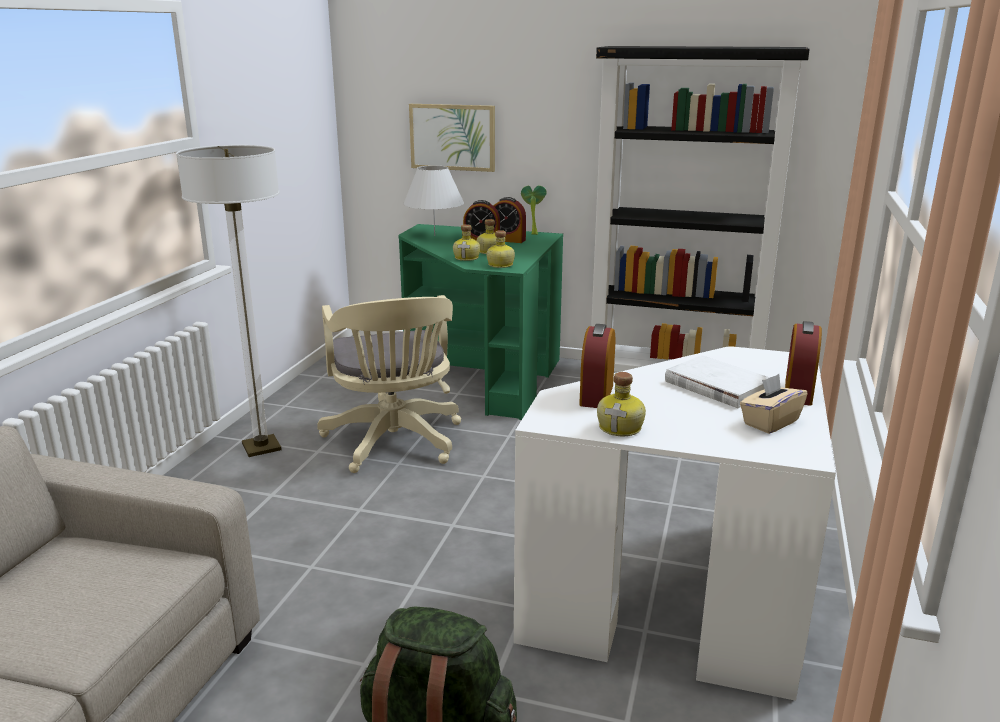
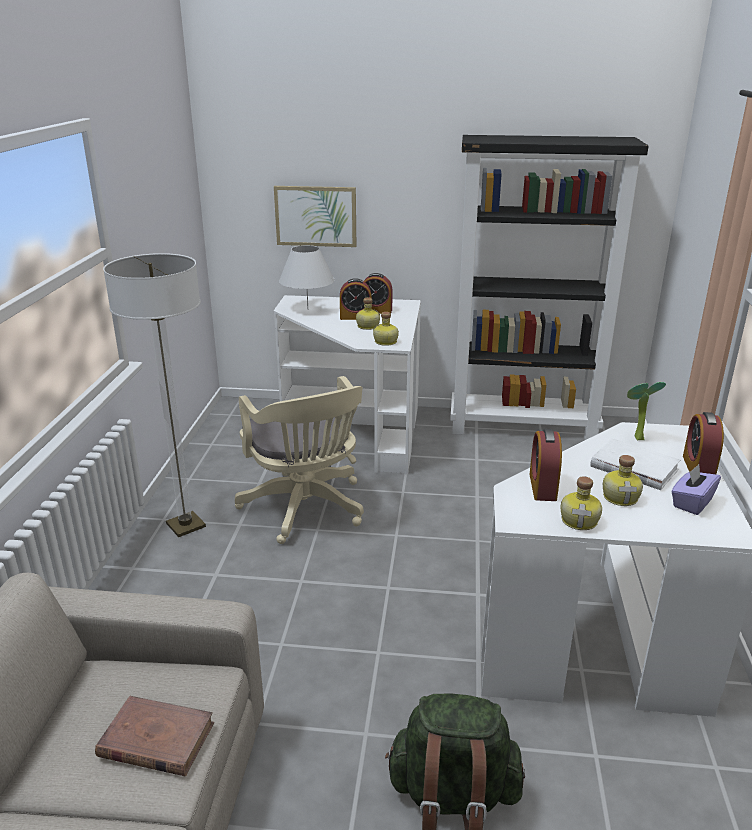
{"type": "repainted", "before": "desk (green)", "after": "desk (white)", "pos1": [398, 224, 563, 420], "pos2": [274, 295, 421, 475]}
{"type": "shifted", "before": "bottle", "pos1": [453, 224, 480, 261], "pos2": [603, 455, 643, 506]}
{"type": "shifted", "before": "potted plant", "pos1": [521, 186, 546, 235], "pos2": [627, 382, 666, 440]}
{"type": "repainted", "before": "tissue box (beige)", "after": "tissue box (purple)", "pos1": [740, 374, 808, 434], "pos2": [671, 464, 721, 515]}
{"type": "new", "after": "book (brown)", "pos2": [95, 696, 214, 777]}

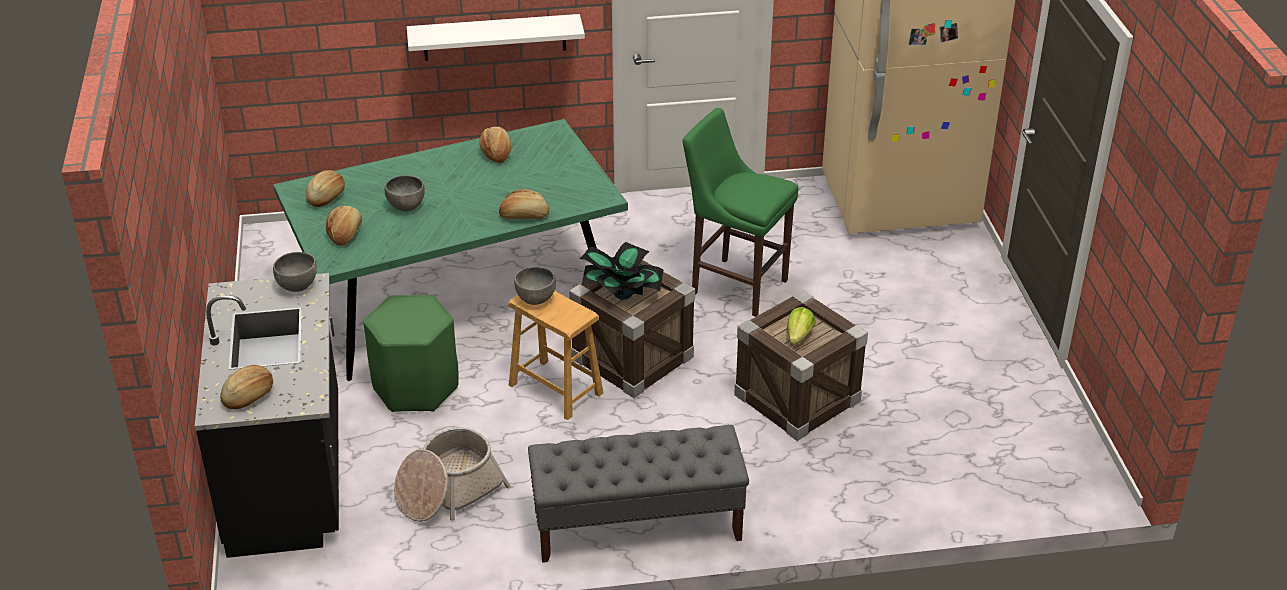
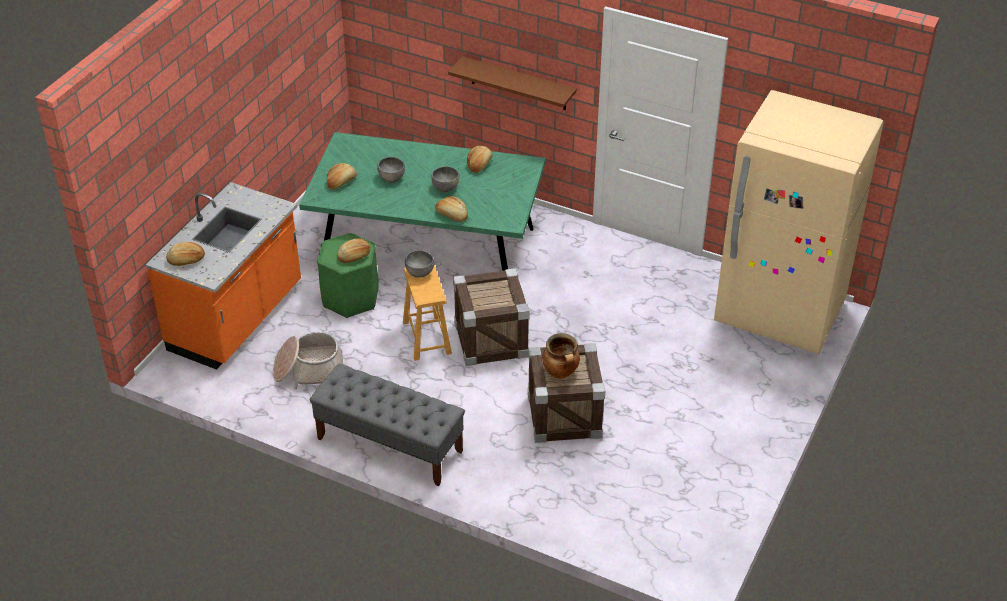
{"type": "repainted", "before": "counter (black)", "after": "counter (orange)", "pos1": [195, 273, 339, 558], "pos2": [146, 182, 301, 370]}
{"type": "shifted", "before": "bowl (grey)", "pos1": [273, 252, 317, 292], "pos2": [431, 166, 460, 192]}
{"type": "shifted", "before": "bread", "pos1": [306, 170, 345, 207], "pos2": [337, 238, 371, 263]}
{"type": "repainted", "before": "shelf (white)", "after": "shelf (brown)", "pos1": [407, 14, 585, 61], "pos2": [448, 56, 577, 110]}
{"type": "gone", "before": "potted plant", "pos1": [580, 242, 663, 300]}
{"type": "gone", "before": "stool (green)", "pos1": [683, 108, 799, 317]}
{"type": "swapped", "before": "lettuce", "after": "cooking pot", "pos1": [787, 307, 816, 345], "pos2": [542, 333, 580, 379]}

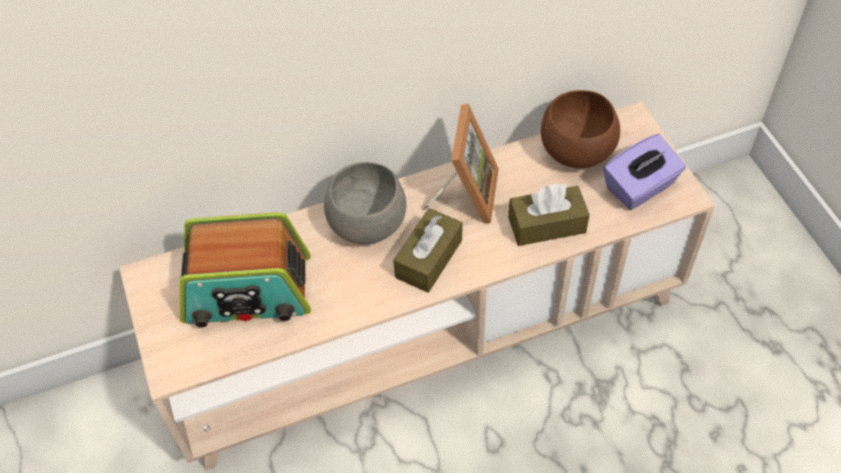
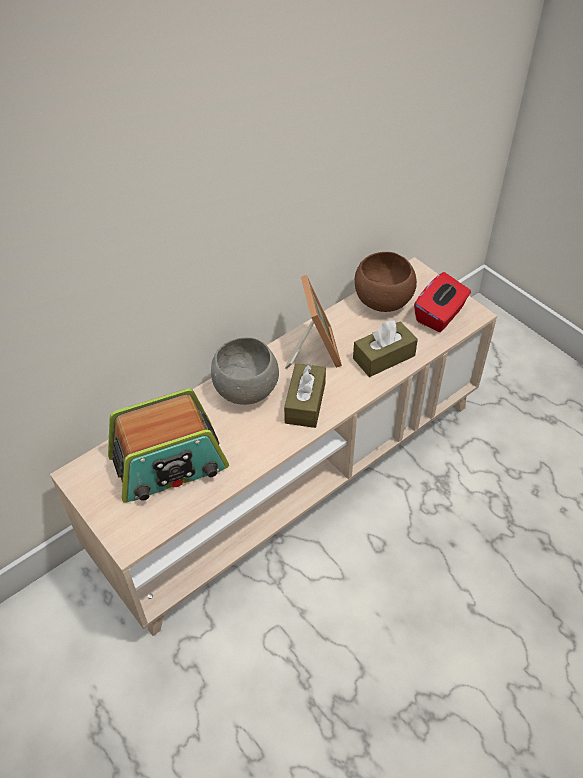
{"type": "repainted", "before": "tissue box (purple)", "after": "tissue box (red)", "pos1": [604, 134, 686, 210], "pos2": [414, 272, 471, 332]}

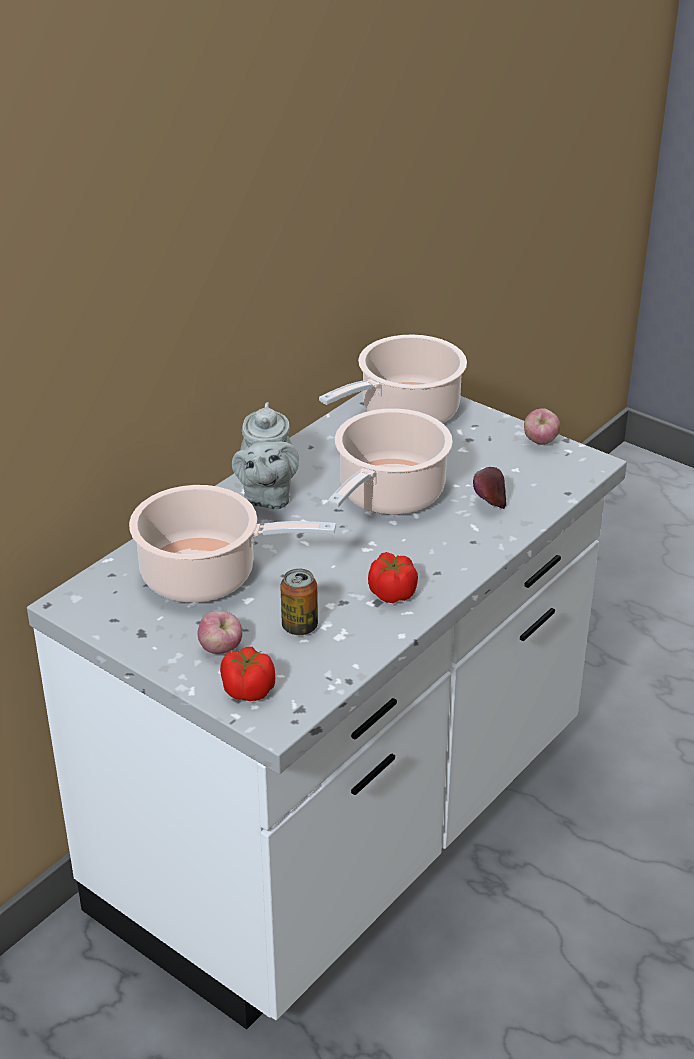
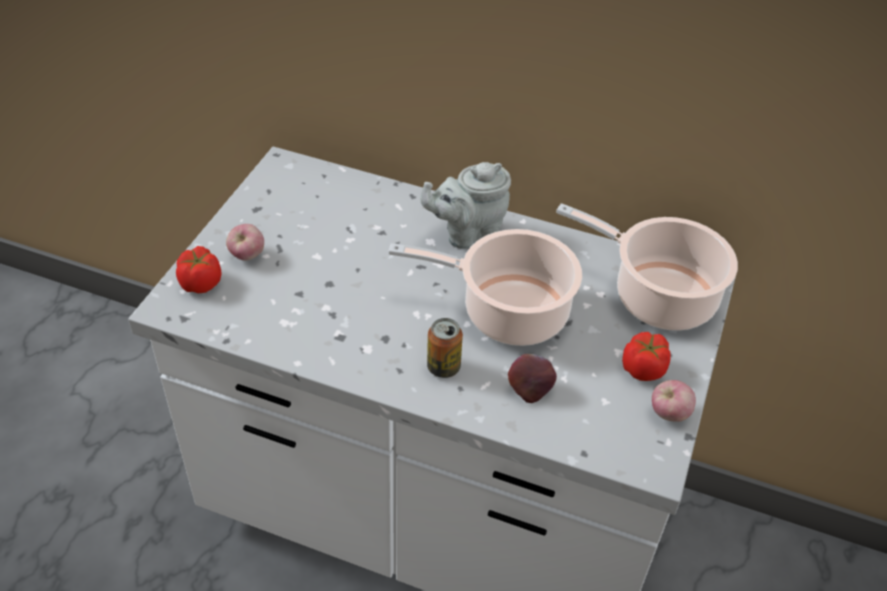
{"type": "gone", "before": "cooking pot", "pos1": [129, 485, 336, 603]}
{"type": "shifted", "before": "can", "pos1": [280, 568, 318, 635], "pos2": [427, 318, 463, 378]}
{"type": "shifted", "before": "tomato", "pos1": [368, 552, 418, 603], "pos2": [622, 332, 671, 381]}

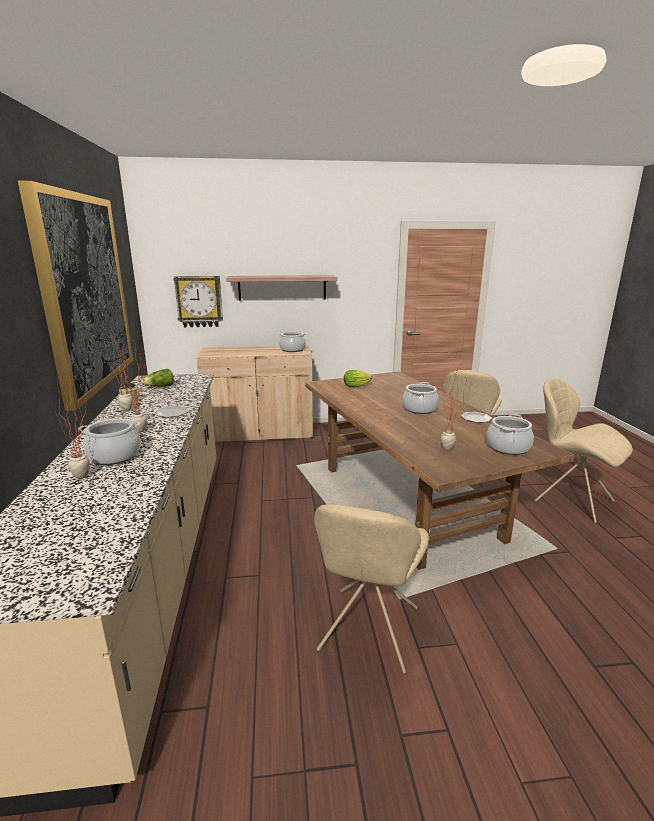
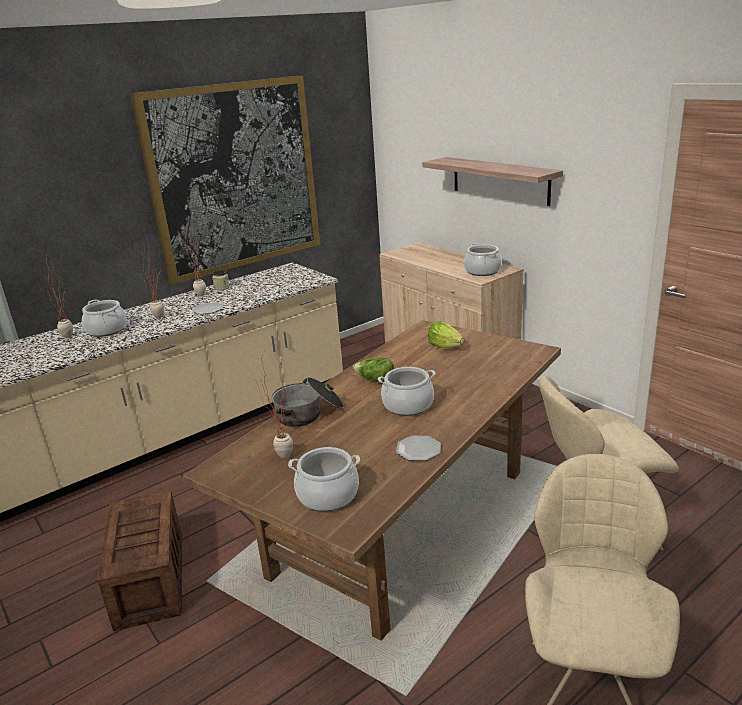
{"type": "shifted", "before": "lettuce", "pos1": [141, 369, 174, 387], "pos2": [353, 358, 394, 382]}
{"type": "gone", "before": "wall clock", "pos1": [173, 276, 223, 328]}
{"type": "swapped", "before": "chair (beige)", "after": "crate", "pos1": [314, 504, 429, 673], "pos2": [97, 490, 182, 631]}
{"type": "new", "after": "cooking pot", "pos2": [271, 377, 344, 427]}

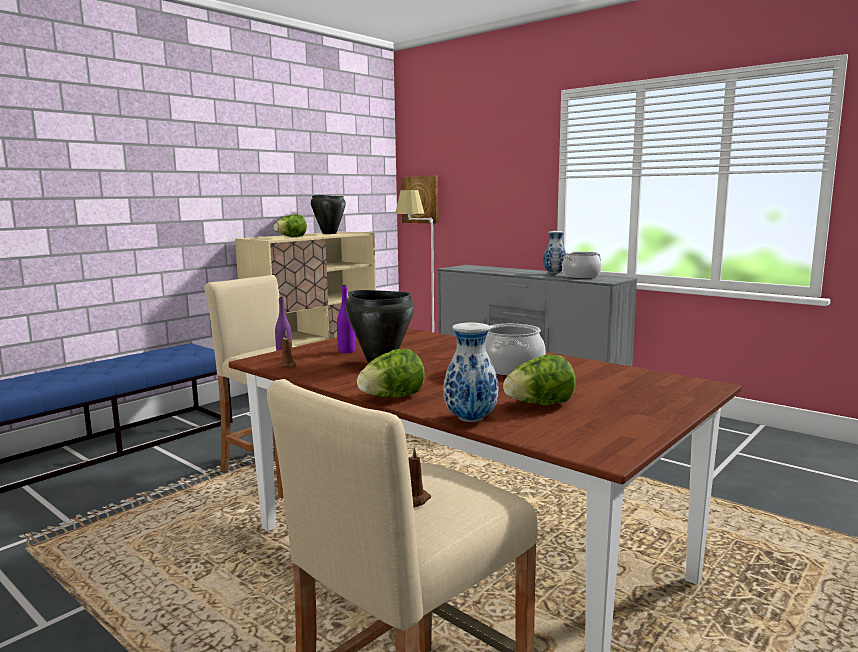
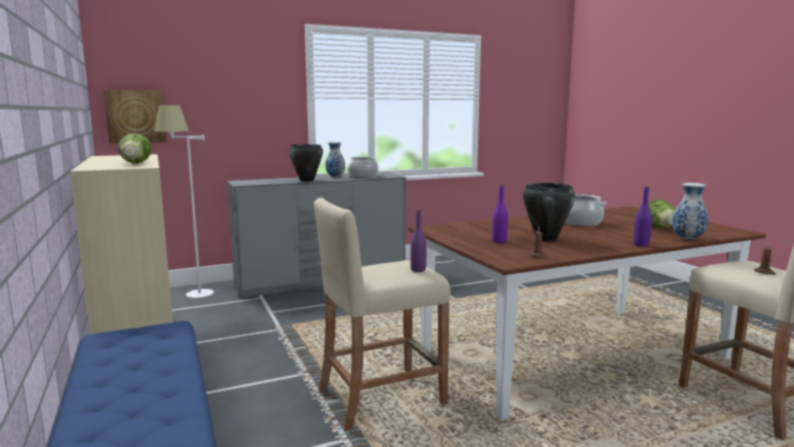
{"type": "shifted", "before": "cooking pot (black)", "pos1": [311, 195, 346, 234], "pos2": [289, 144, 323, 182]}
{"type": "swapped", "before": "lettuce", "after": "bottle (purple)", "pos1": [357, 349, 425, 398], "pos2": [633, 187, 652, 247]}

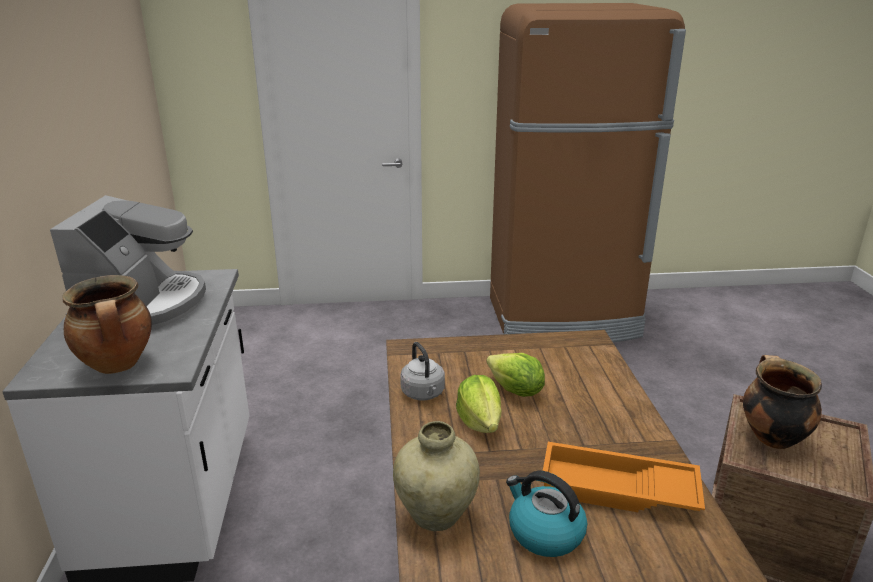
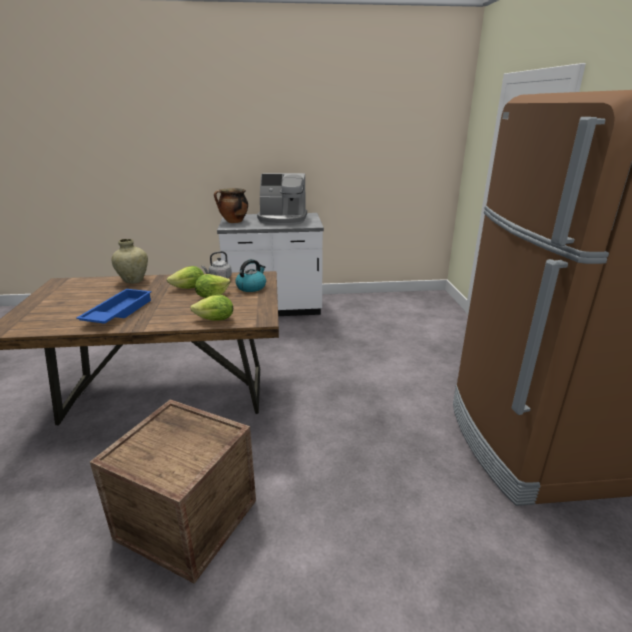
{"type": "shifted", "before": "kettle", "pos1": [506, 471, 587, 557], "pos2": [235, 259, 266, 292]}
{"type": "repainted", "before": "tray (orange)", "after": "tray (blue)", "pos1": [543, 442, 705, 512], "pos2": [76, 289, 152, 324]}
{"type": "gone", "before": "cooking pot", "pos1": [743, 355, 822, 449]}
{"type": "new", "after": "lettuce", "pos2": [190, 295, 233, 321]}

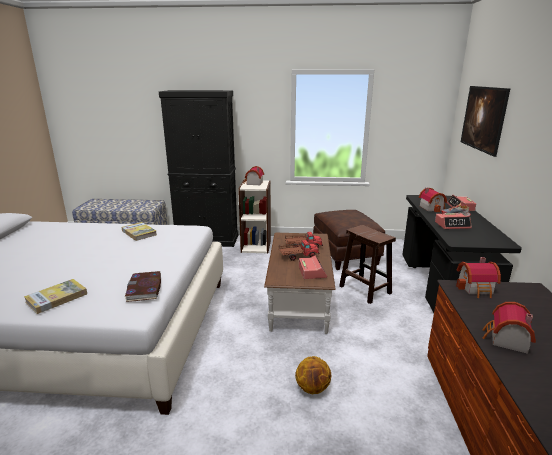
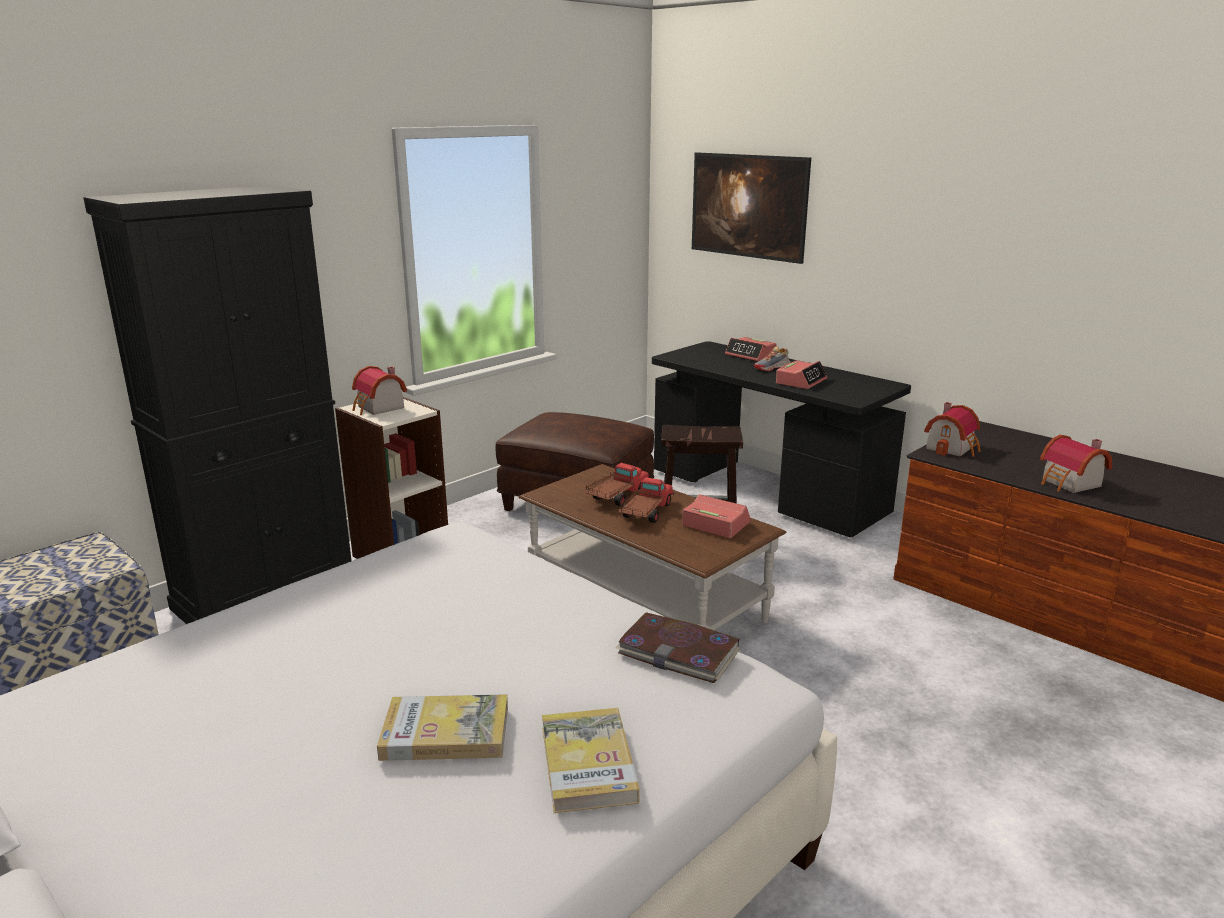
{"type": "shifted", "before": "book", "pos1": [121, 222, 157, 241], "pos2": [377, 694, 508, 761]}
{"type": "gone", "before": "basketball", "pos1": [295, 356, 331, 394]}
{"type": "gone", "before": "toy house", "pos1": [419, 188, 447, 212]}

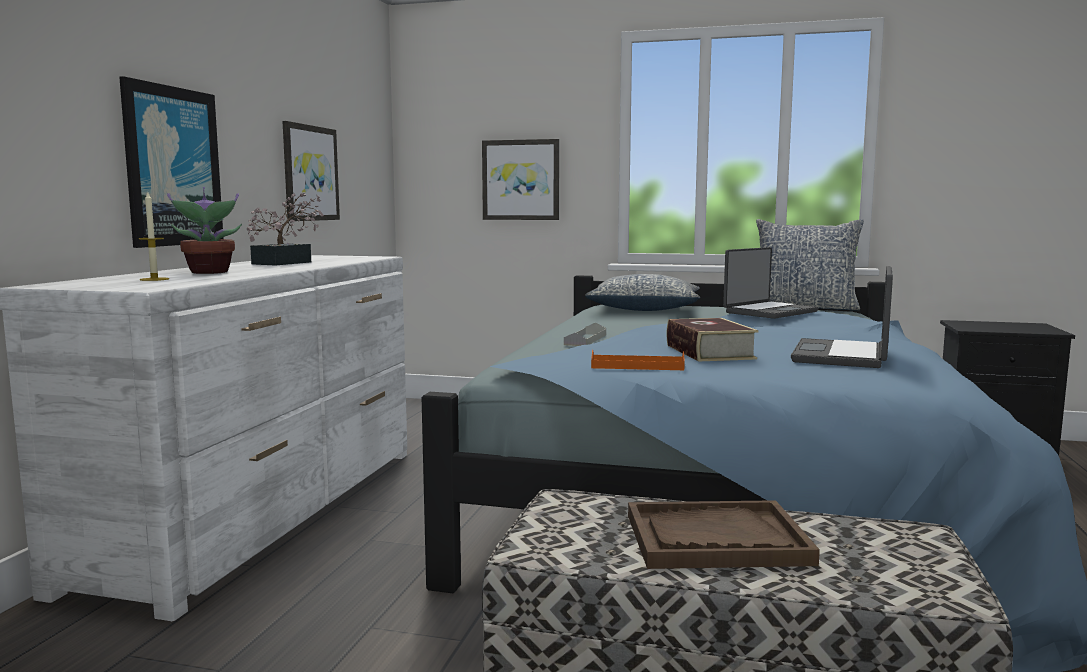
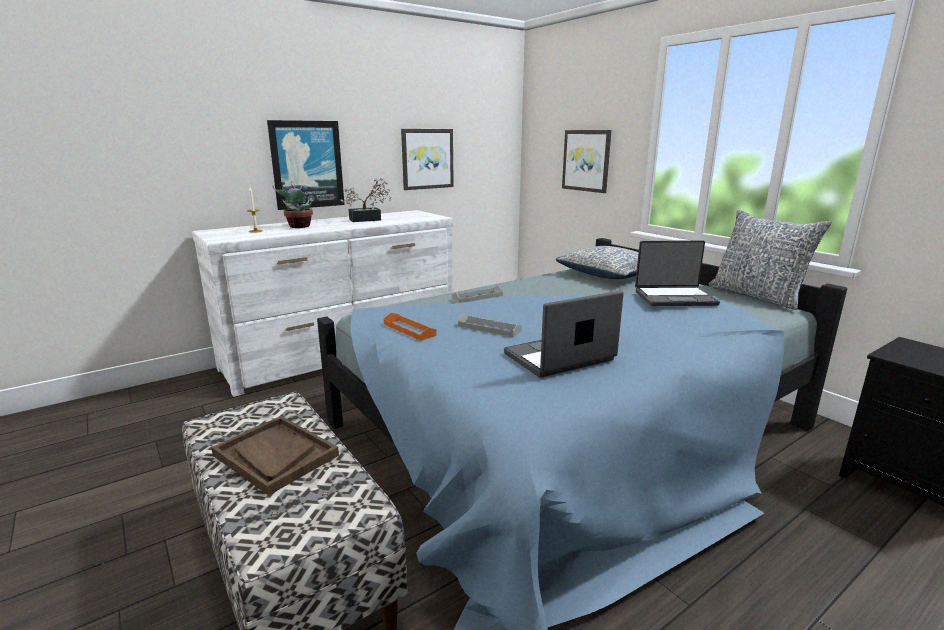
{"type": "swapped", "before": "book", "after": "tray (grey)", "pos1": [666, 318, 759, 362], "pos2": [458, 314, 522, 337]}

